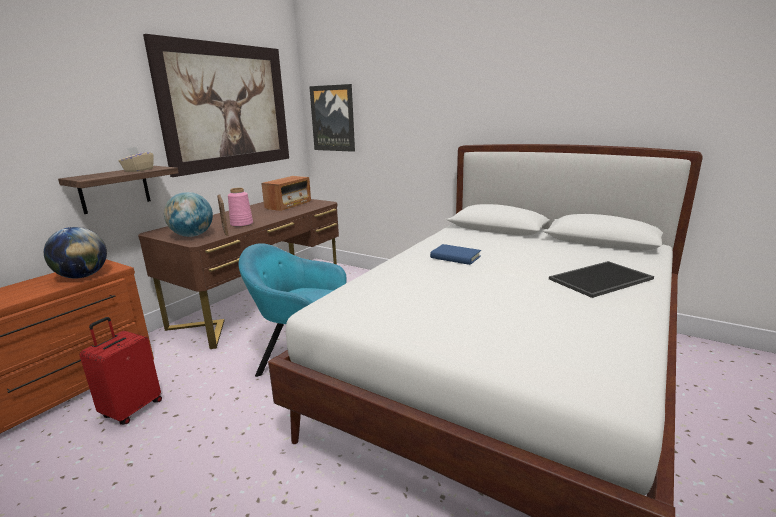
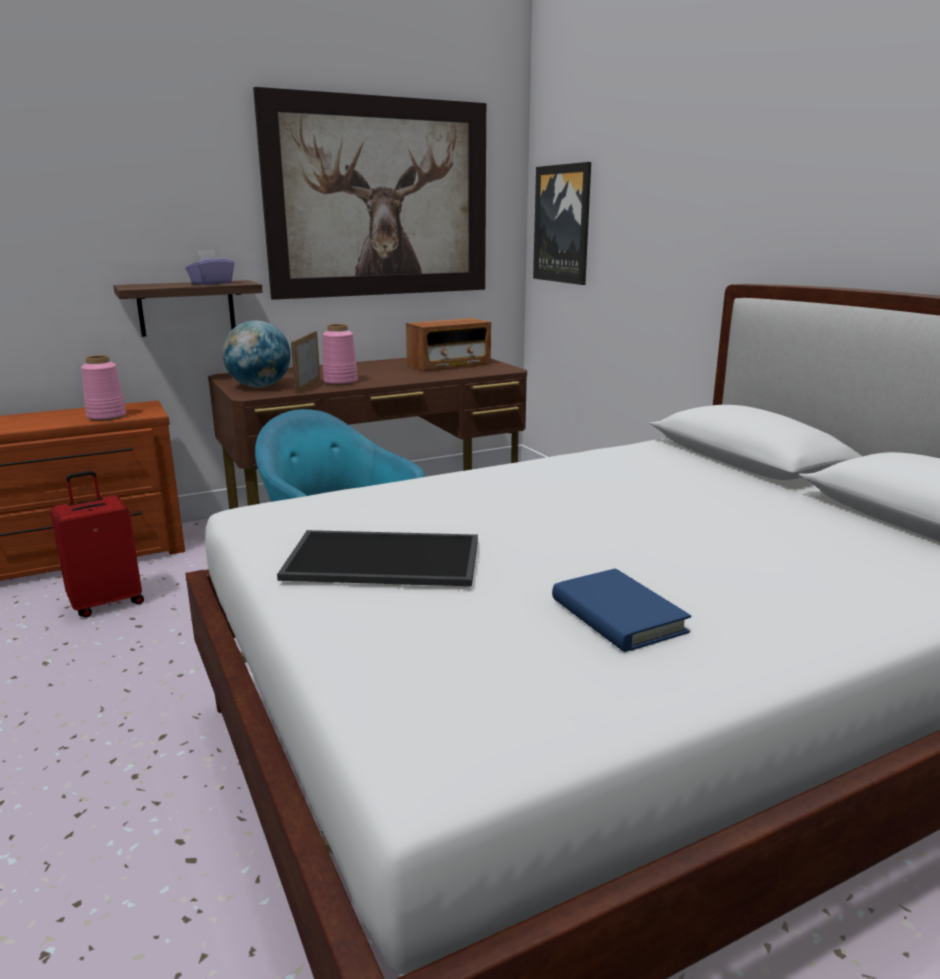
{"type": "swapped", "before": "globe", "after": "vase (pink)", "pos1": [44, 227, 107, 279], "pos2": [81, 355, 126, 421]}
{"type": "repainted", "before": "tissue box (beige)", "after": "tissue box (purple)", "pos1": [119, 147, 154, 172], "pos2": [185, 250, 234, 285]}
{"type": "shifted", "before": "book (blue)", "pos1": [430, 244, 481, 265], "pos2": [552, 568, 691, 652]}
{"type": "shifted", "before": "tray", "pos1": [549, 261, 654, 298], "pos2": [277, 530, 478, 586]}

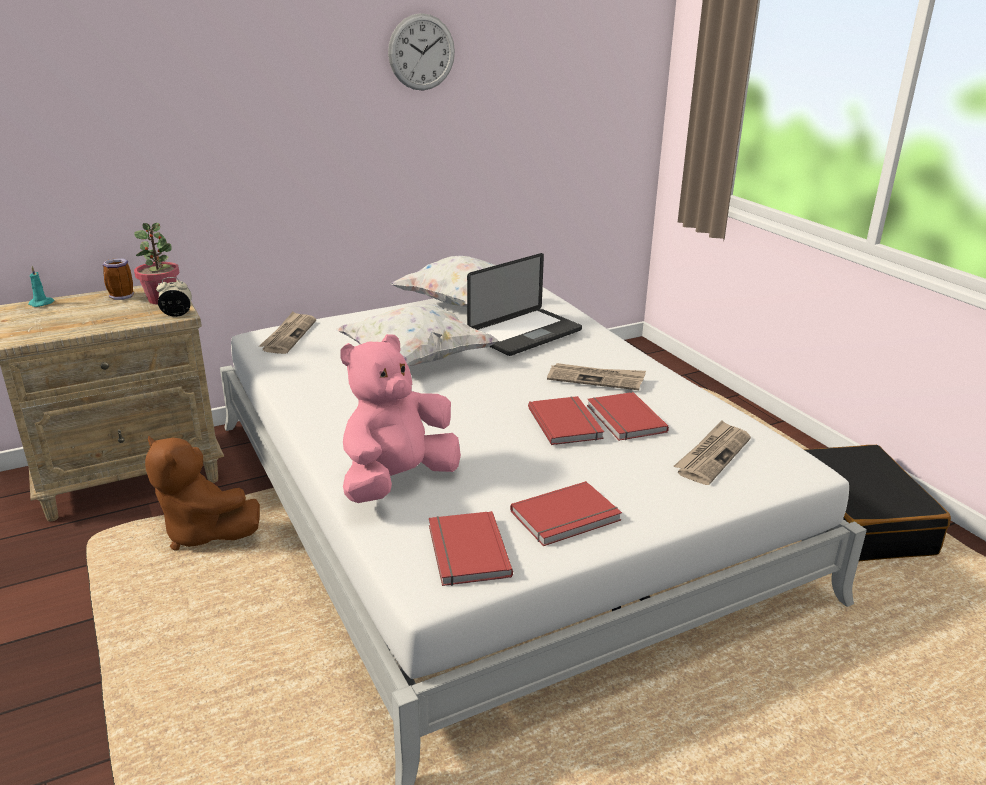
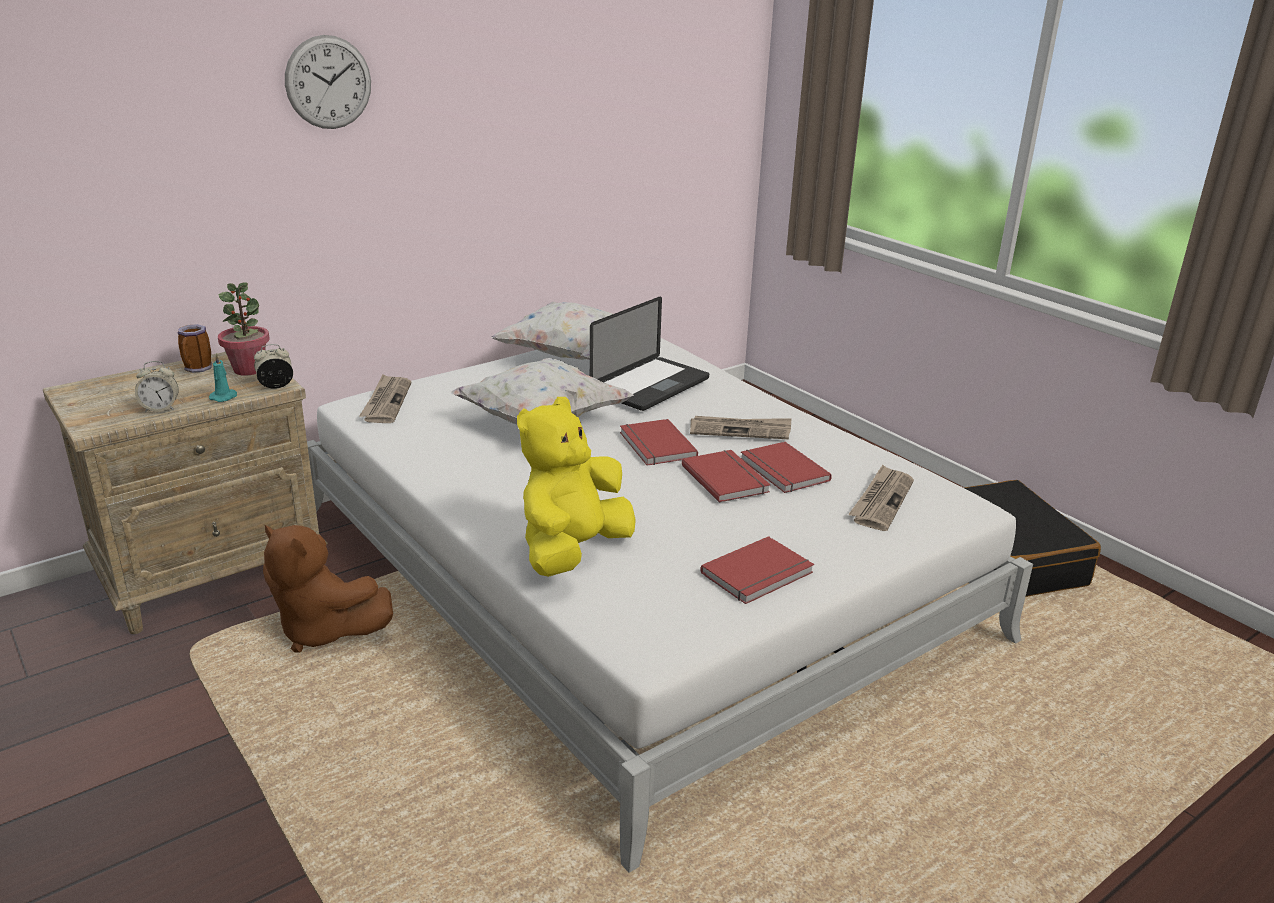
{"type": "shifted", "before": "candle (turquoise)", "pos1": [28, 266, 55, 307], "pos2": [209, 353, 237, 402]}
{"type": "repainted", "before": "plush toy (pink)", "after": "plush toy (yellow)", "pos1": [340, 334, 461, 503], "pos2": [517, 397, 636, 577]}
{"type": "shifted", "before": "wall clock", "pos1": [388, 13, 455, 90], "pos2": [285, 35, 371, 129]}
{"type": "shifted", "before": "book (red)", "pos1": [429, 511, 513, 586], "pos2": [620, 419, 698, 466]}
{"type": "new", "after": "alarm clock", "pos2": [135, 361, 179, 413]}

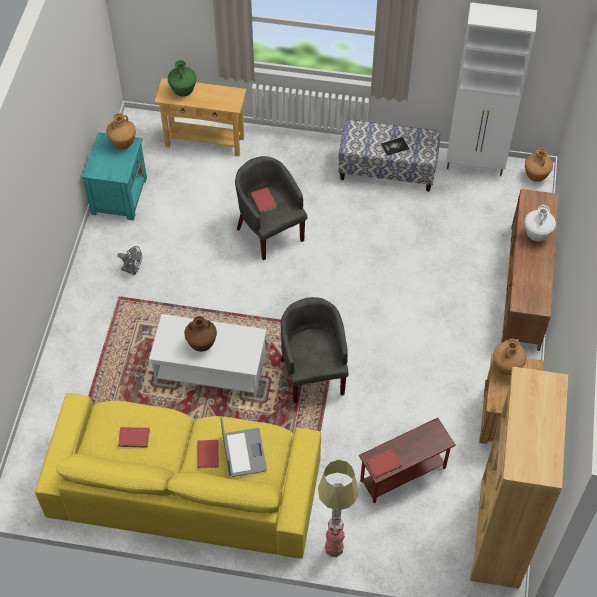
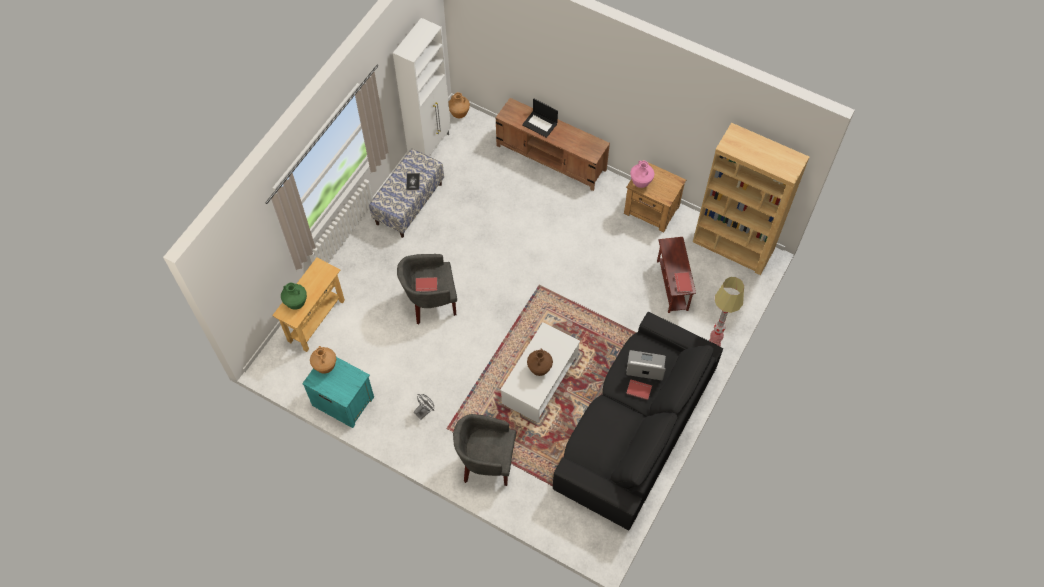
{"type": "repainted", "before": "sofa (yellow)", "after": "sofa (black)", "pos1": [35, 393, 321, 559], "pos2": [553, 312, 723, 530]}
{"type": "gone", "before": "book (red)", "pos1": [118, 427, 150, 448]}
{"type": "shifted", "before": "armchair (grey)", "pos1": [280, 297, 349, 403], "pos2": [453, 414, 516, 486]}
{"type": "repainted", "before": "vase (brown)", "after": "vase (pink)", "pos1": [493, 339, 527, 375], "pos2": [630, 160, 654, 188]}
{"type": "swapped", "before": "vase (white)", "after": "laptop", "pos1": [525, 205, 556, 242], "pos2": [522, 99, 558, 138]}

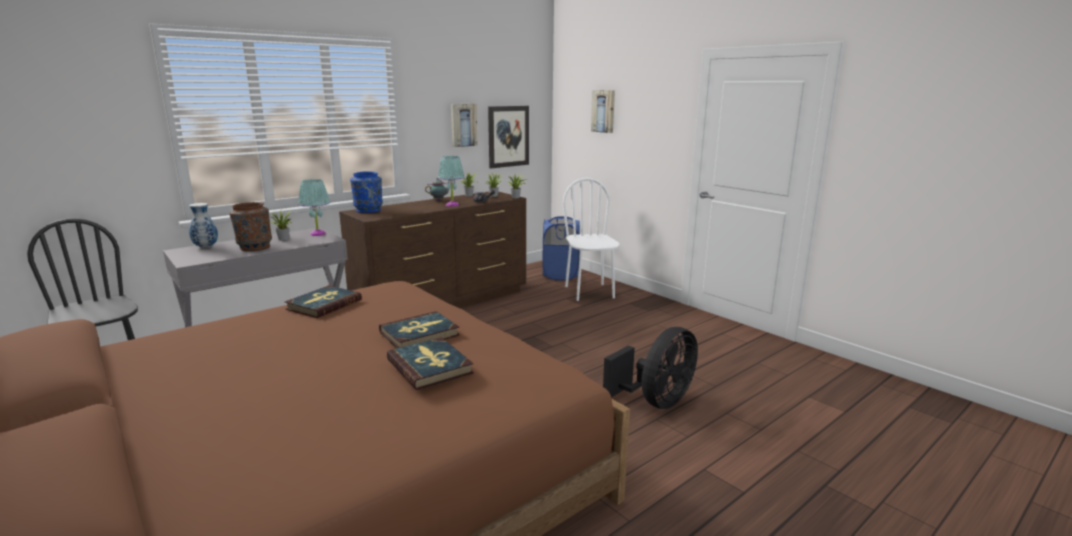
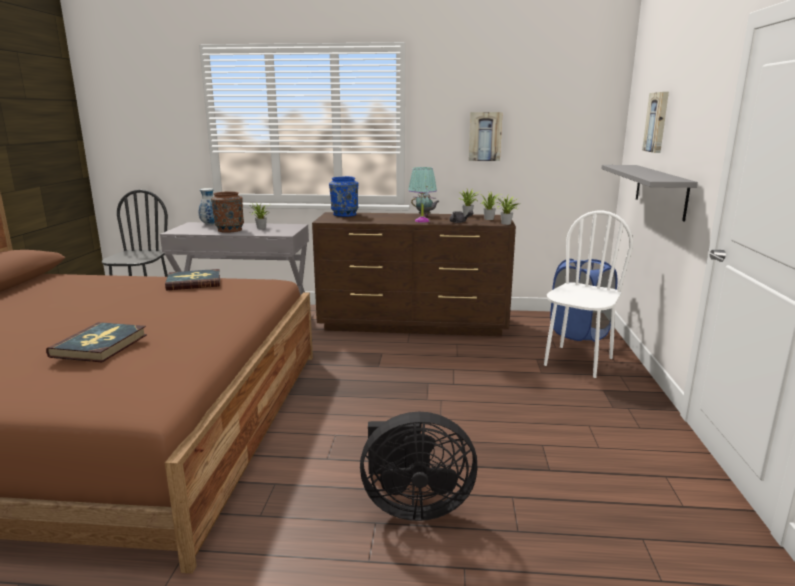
{"type": "gone", "before": "table lamp (turquoise)", "pos1": [299, 179, 330, 236]}
{"type": "gone", "before": "book", "pos1": [379, 311, 460, 348]}
{"type": "gone", "before": "picture", "pos1": [488, 106, 529, 168]}
{"type": "new", "after": "shelf (grey)", "pos2": [601, 165, 698, 222]}

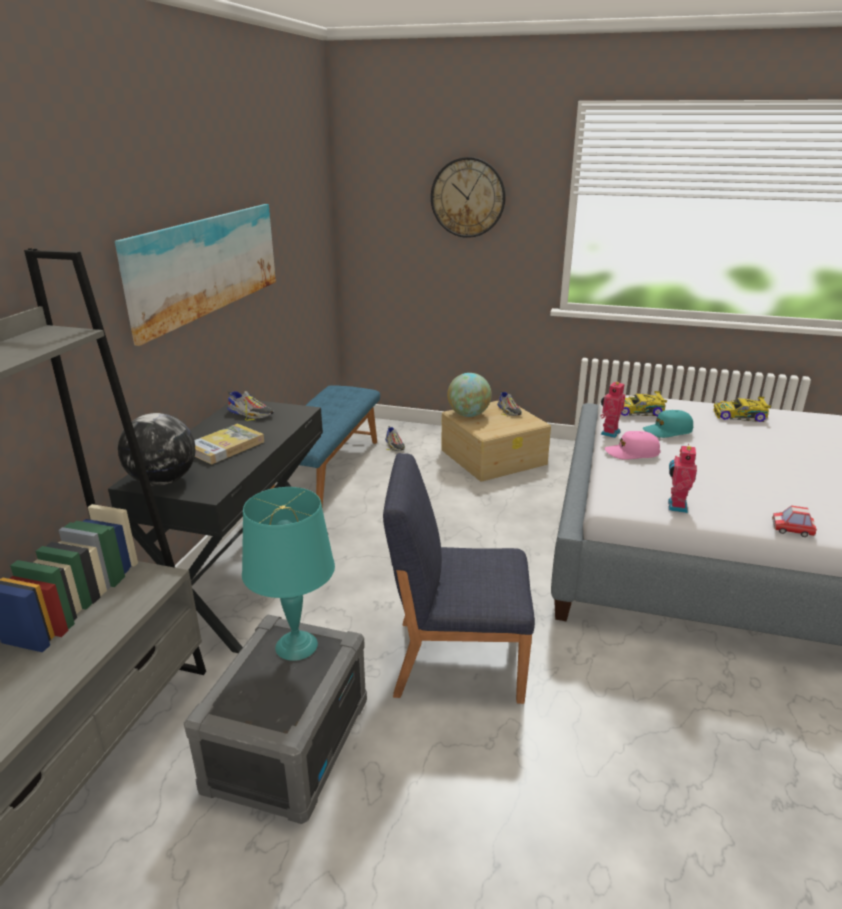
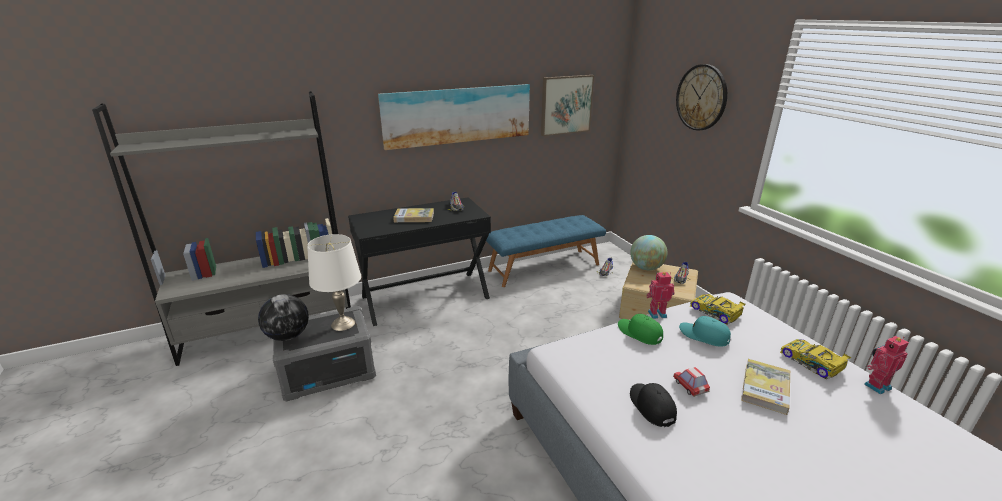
{"type": "shifted", "before": "globe", "pos1": [118, 413, 195, 486], "pos2": [258, 294, 309, 341]}
{"type": "repainted", "before": "table lamp (turquoise)", "after": "table lamp (white)", "pos1": [242, 487, 335, 661], "pos2": [307, 234, 361, 331]}
{"type": "gone", "before": "chair (blue)", "pos1": [383, 453, 535, 704]}
{"type": "repainted", "before": "cap (pink)", "after": "cap (green)", "pos1": [604, 431, 661, 460], "pos2": [618, 314, 663, 345]}
{"type": "shifted", "before": "toy robot", "pos1": [668, 443, 697, 513], "pos2": [864, 336, 909, 394]}
{"type": "shifted", "before": "toy car", "pos1": [772, 505, 817, 537], "pos2": [673, 367, 710, 397]}
{"type": "new", "after": "picture", "pos2": [541, 75, 594, 136]}
{"type": "new", "after": "cap (black)", "pos2": [630, 383, 677, 428]}
{"type": "new", "after": "book", "pos2": [741, 359, 790, 415]}

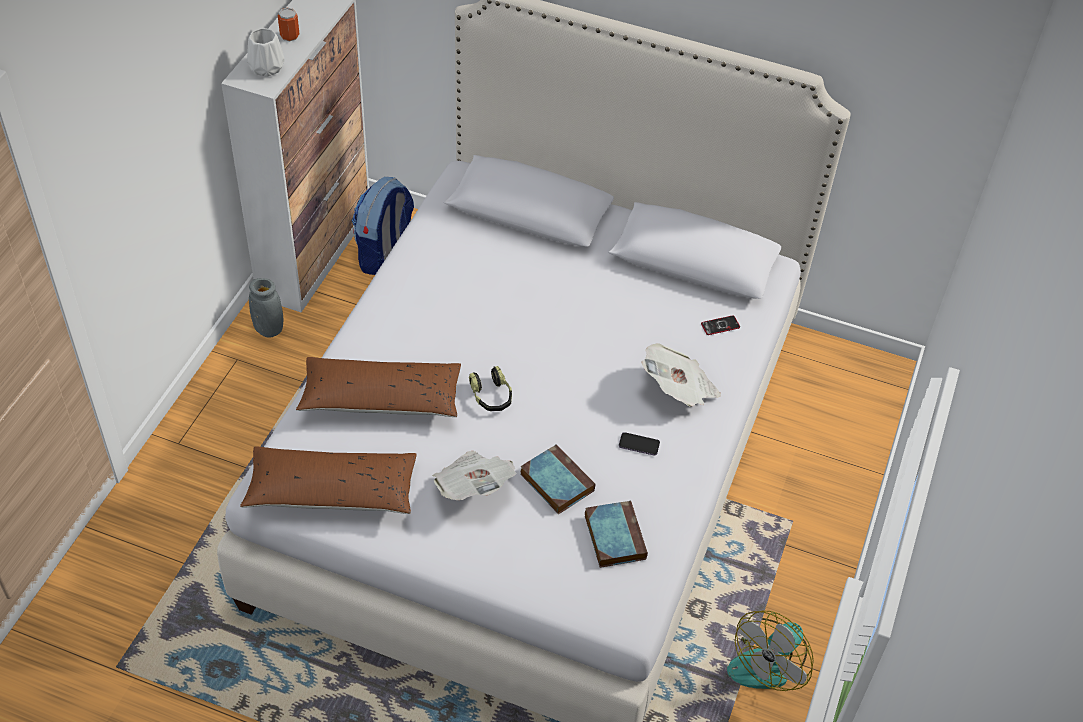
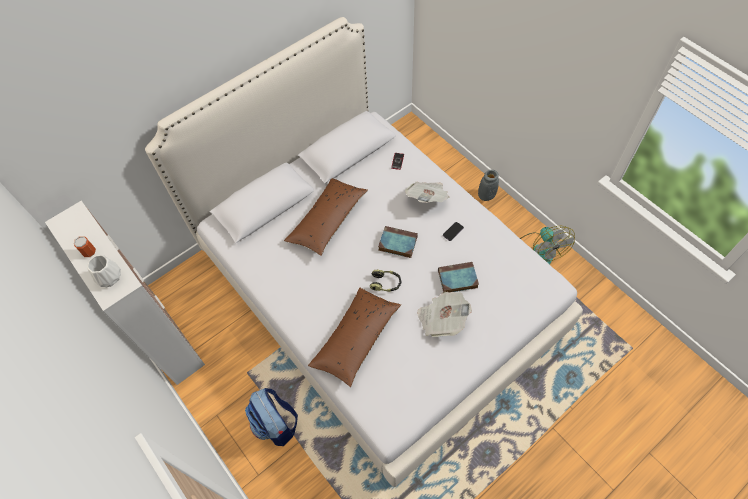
{"type": "shifted", "before": "pillow (brown)", "pos1": [240, 447, 417, 514], "pos2": [284, 178, 368, 256]}
{"type": "shifted", "before": "vase (grey)", "pos1": [249, 278, 283, 337], "pos2": [478, 170, 499, 201]}
{"type": "shifted", "before": "backpack", "pos1": [352, 177, 414, 275], "pos2": [245, 388, 298, 446]}
{"type": "shifted", "before": "book", "pos1": [585, 500, 648, 568], "pos2": [378, 226, 418, 258]}

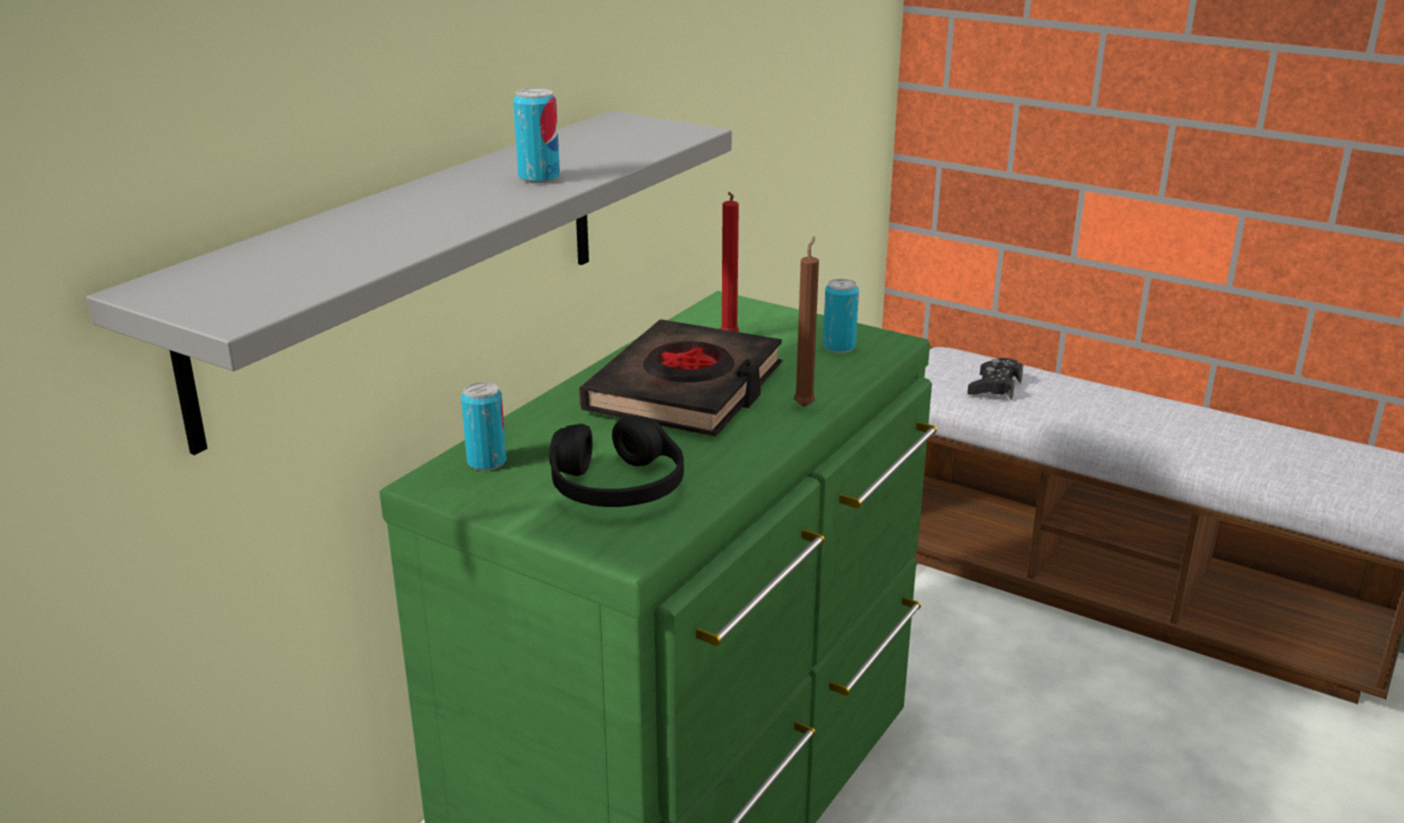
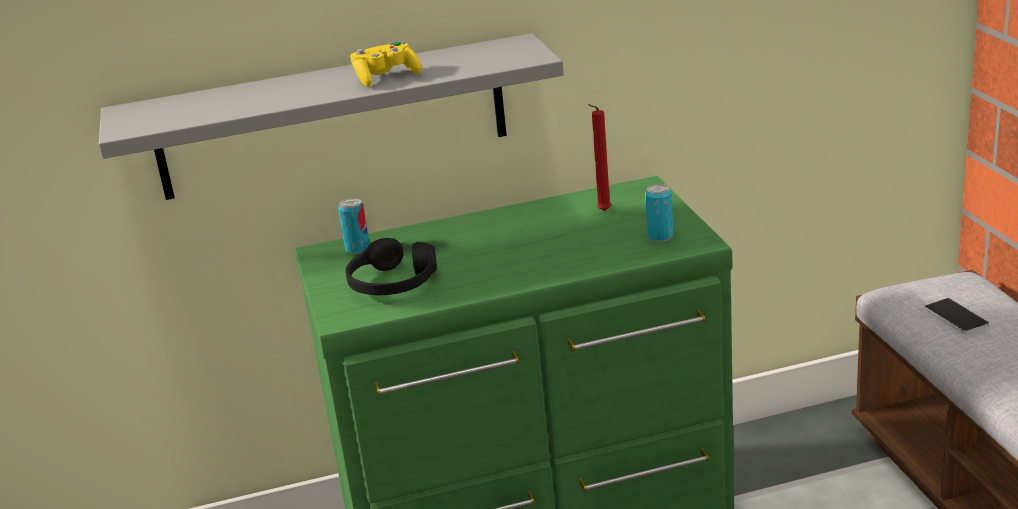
{"type": "swapped", "before": "can", "after": "game controller (yellow)", "pos1": [513, 88, 560, 183], "pos2": [350, 41, 422, 87]}
{"type": "gone", "before": "book (black)", "pos1": [579, 319, 783, 437]}
{"type": "gone", "before": "candle (brown)", "pos1": [794, 236, 819, 407]}
{"type": "swapped", "before": "game controller (black)", "after": "phone", "pos1": [967, 358, 1023, 400], "pos2": [924, 298, 989, 334]}

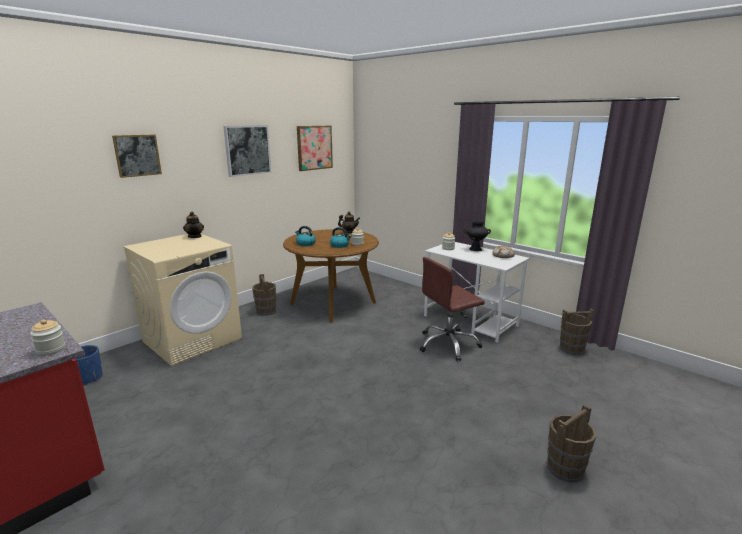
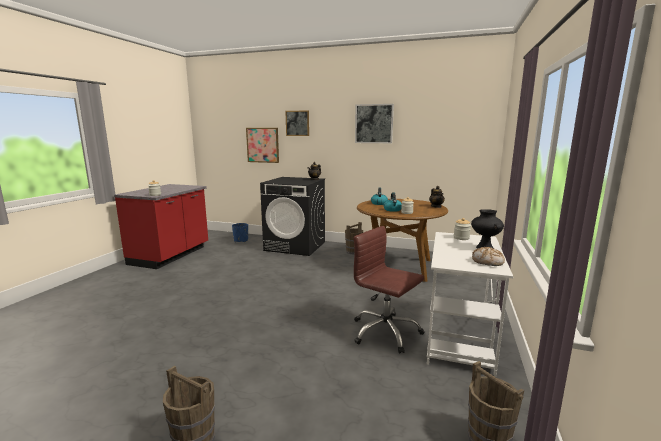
{"type": "repainted", "before": "washing machine (beige)", "after": "washing machine (black)", "pos1": [123, 234, 242, 366], "pos2": [260, 177, 325, 256]}
{"type": "shifted", "before": "picture", "pos1": [297, 126, 333, 171], "pos2": [246, 128, 279, 163]}

